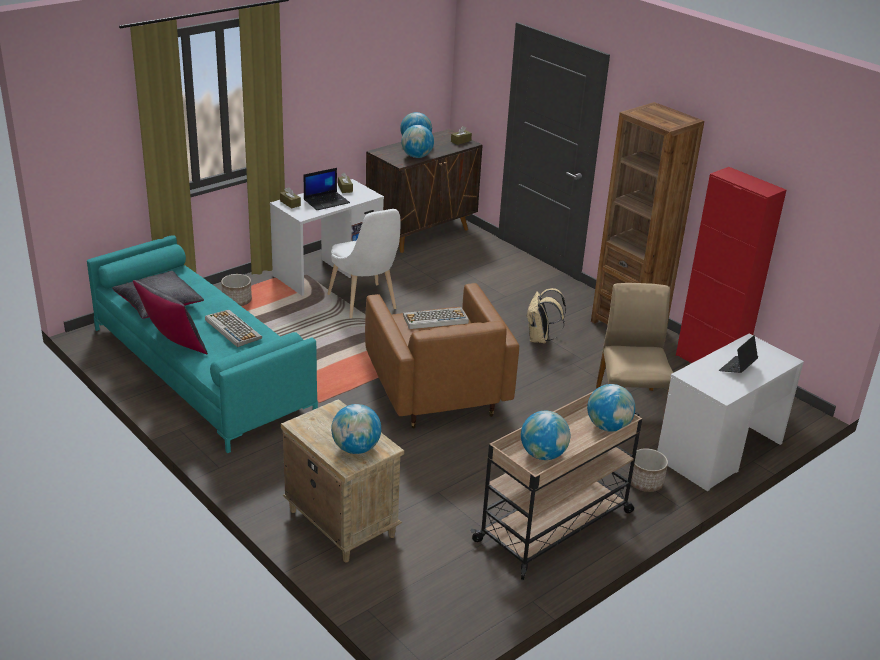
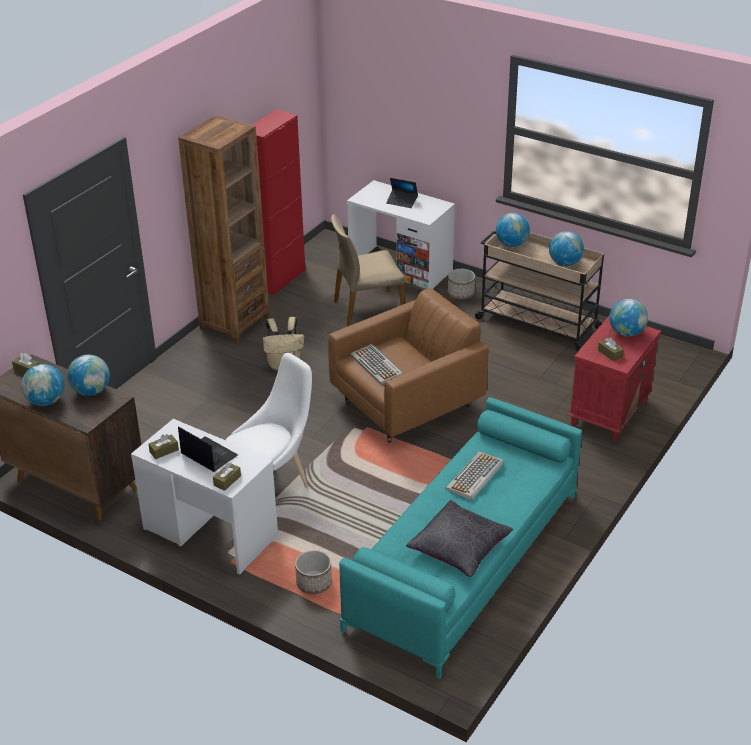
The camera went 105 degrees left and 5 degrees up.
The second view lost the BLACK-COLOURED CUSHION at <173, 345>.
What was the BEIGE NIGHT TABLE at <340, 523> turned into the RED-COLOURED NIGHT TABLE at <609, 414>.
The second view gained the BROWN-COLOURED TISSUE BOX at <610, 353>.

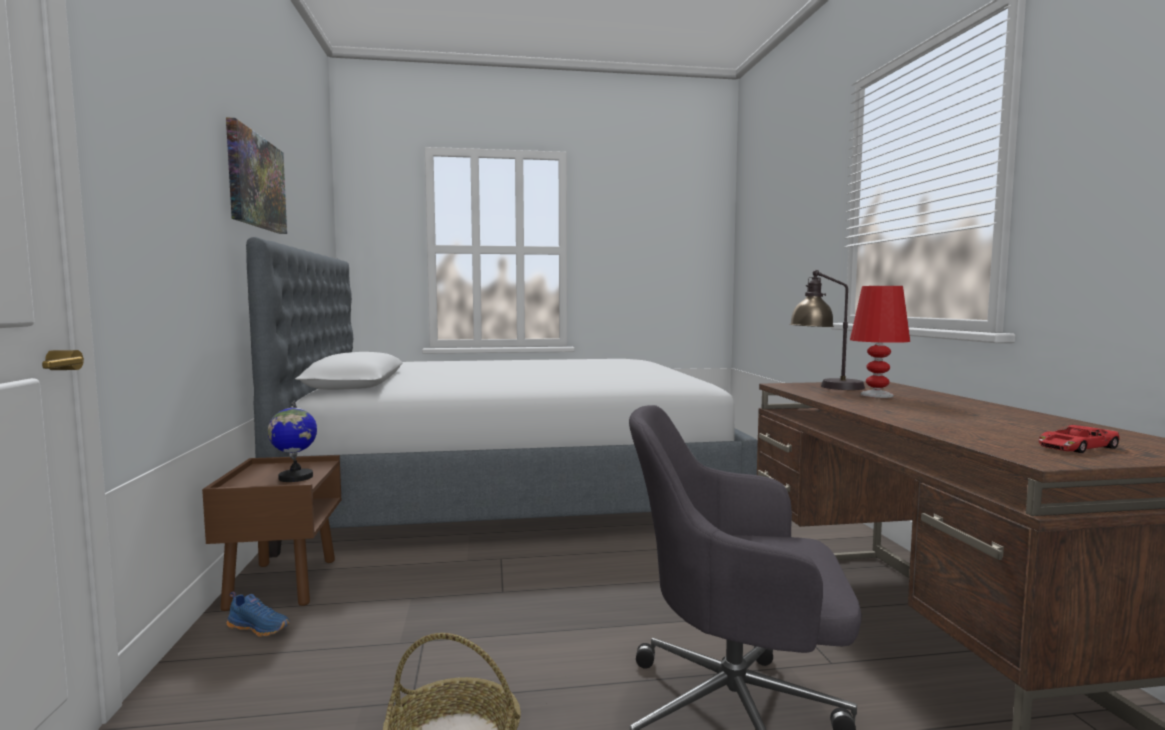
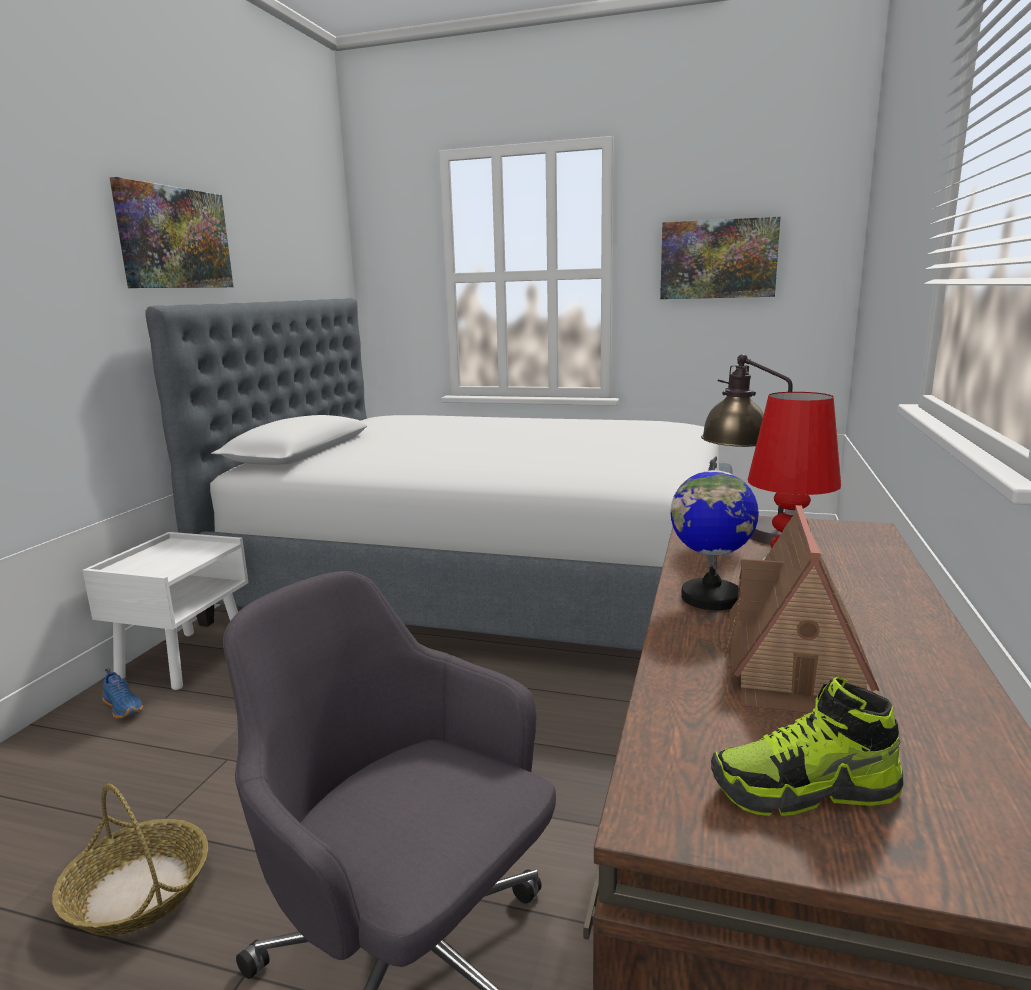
The camera went 25 degrees right and 10 degrees up.
The GLOBE ended up elsewhere, having gone from <295, 477> to <710, 598>.
Where the RED-COLOURED TOY CAR stood at <1076, 447>, the SHOE came to stand at <805, 790>.
What was the BROWN-COLOURED NIGHT TABLE at <282, 583> turned into the WHITE-COLOURED NIGHT TABLE at <184, 659>.
The second view gained the WALL PICTURE at <718, 259>.
The second view gained the MINIATURE HOUSE at <795, 667>.

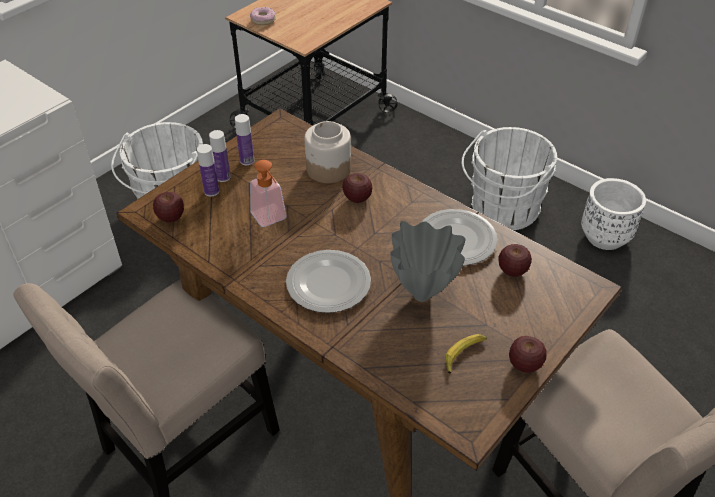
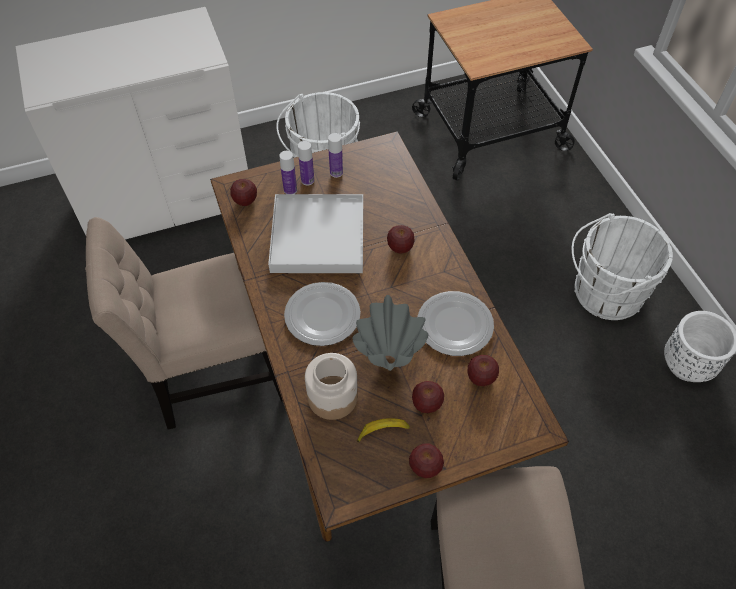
The camera went 30 degrees right and 10 degrees up.
The second view lost the DOUGHNUT at <263, 20>.
The PRESERVE JAR ended up elsewhere, having gone from <328, 169> to <332, 396>.
Where the SOAP DISPENSER stood at <271, 219>, the WHITE-COLOURED CARRYING TRAY came to stand at <318, 237>.
The second view gained the APPLE at <427, 404>.

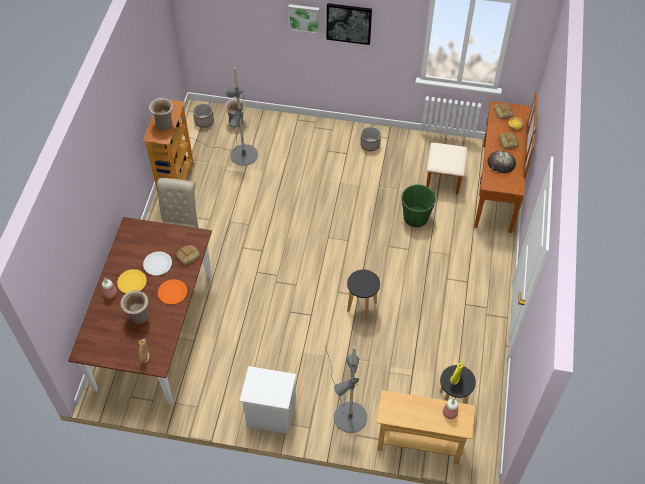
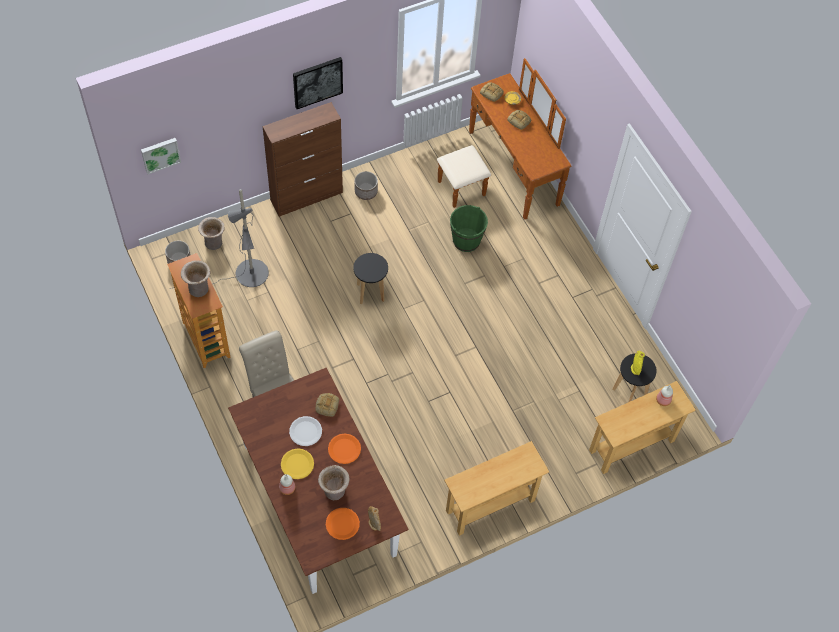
The camera went 40 degrees left and 5 degrees up.
The WALL PICTURE ended up elsewhere, having gone from <304, 17> to <160, 154>.
The second view lost the BAKERY BREAD at <501, 163>.
The BLACK-COLOURED STOOL SEAT ended up elsewhere, having gone from <362, 307> to <370, 293>.
The second view lost the GREY FLOOR LAMP at <347, 410>.
Where the WHITE-COLOURED NIGHT TABLE stood at <270, 415>, the BEIGE NARROW TABLE came to stand at <490, 505>.
The second view gained the BROWN-COLOURED CUPBOARD at <307, 196>.
The second view gained the ORANGEY DINNER PLATE at <342, 524>.

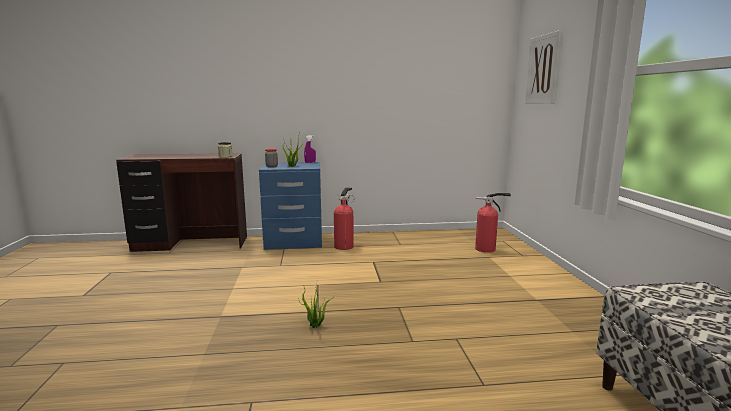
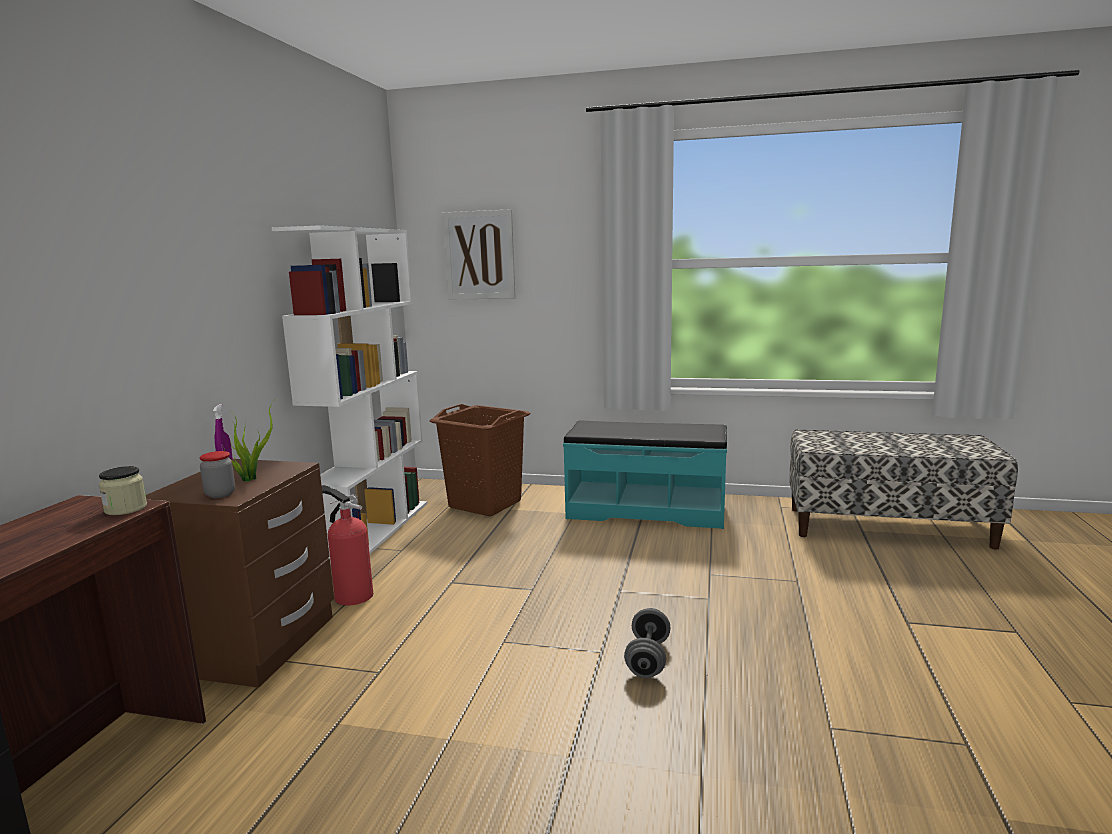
The camera went 70 degrees left and 0 degrees up.
What was the BLUE NIGHT TABLE at <294, 242> turned into the BROWN-COLOURED NIGHT TABLE at <258, 645>.
Where the FIRE EXTINGUISHER stood at <487, 249>, the BROWN-COLOURED HAMPER came to stand at <485, 504>.
Where the POTTED PLANT stood at <315, 326>, the GREY HAND WEIGHT came to stand at <648, 659>.
The second view gained the WHITE-COLOURED BOOKSHELF at <374, 530>.
The second view gained the TURQUOISE BENCH at <646, 510>.

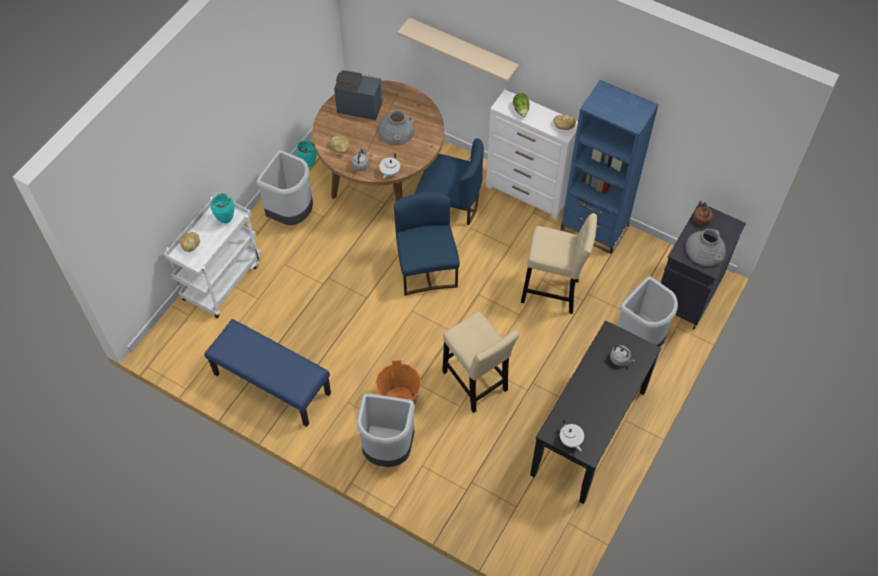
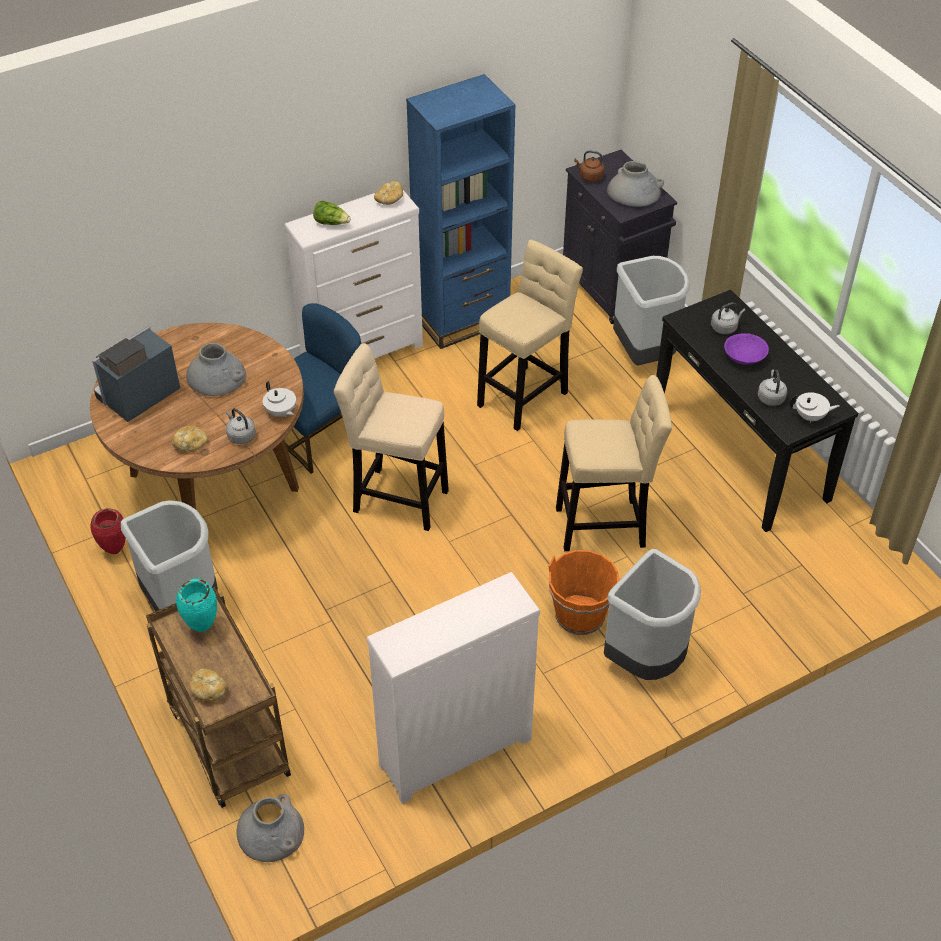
The camera went 60 degrees left and 10 degrees down.
The second view lost the BEIGE SHELF at <463, 50>.
What was the TURQUOISE DECORATIVE VASE at <308, 165> turned into the RED-COLOURED DECORATIVE VASE at <115, 550>.
Where the BLUE UPRIGHT CHAIR stood at <426, 269>, the BEIGE STOOL SEAT came to stand at <396, 498>.
What was the WHITE-COLOURED CART at <222, 280> turned into the BROWN-COLOURED CART at <227, 741>.
Where the BLUE BENCH stood at <271, 384>, the WHITE-COLOURED DRAWER CHEST came to stand at <454, 752>.
The second view gained the PURPLE DEEP DISH at <744, 356>.
The second view gained the GREY TEA KETTLE at <770, 397>.
The second view gained the GREY DECORATIVE VASE at <271, 831>.

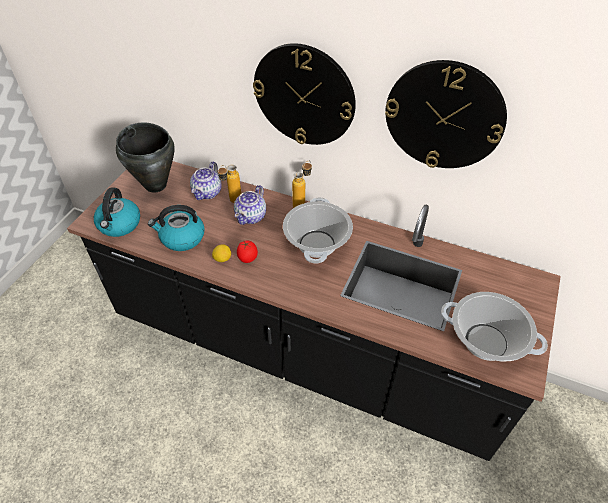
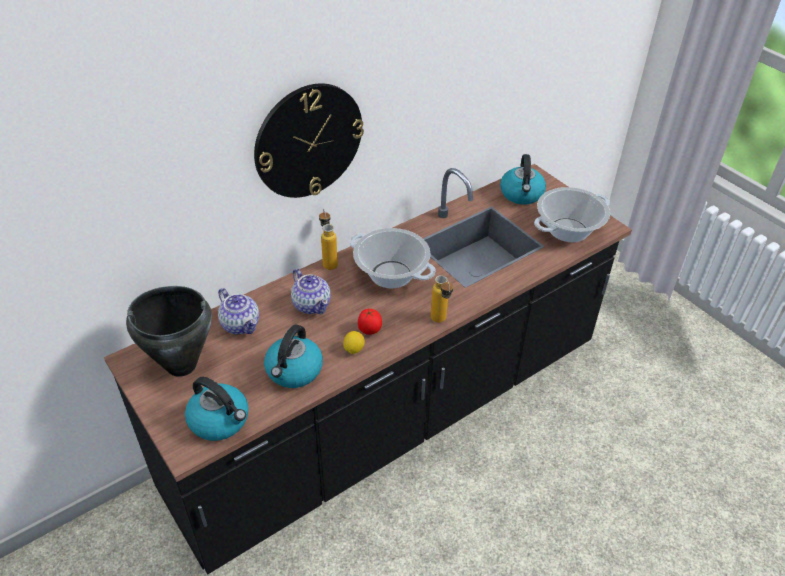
The camera went 60 degrees left and 5 degrees down.
The second view lost the WALL CLOCK at <444, 116>.
The BOTTLE ended up elsewhere, having gone from <232, 202> to <440, 322>.
The second view gained the TEA KETTLE at <522, 194>.

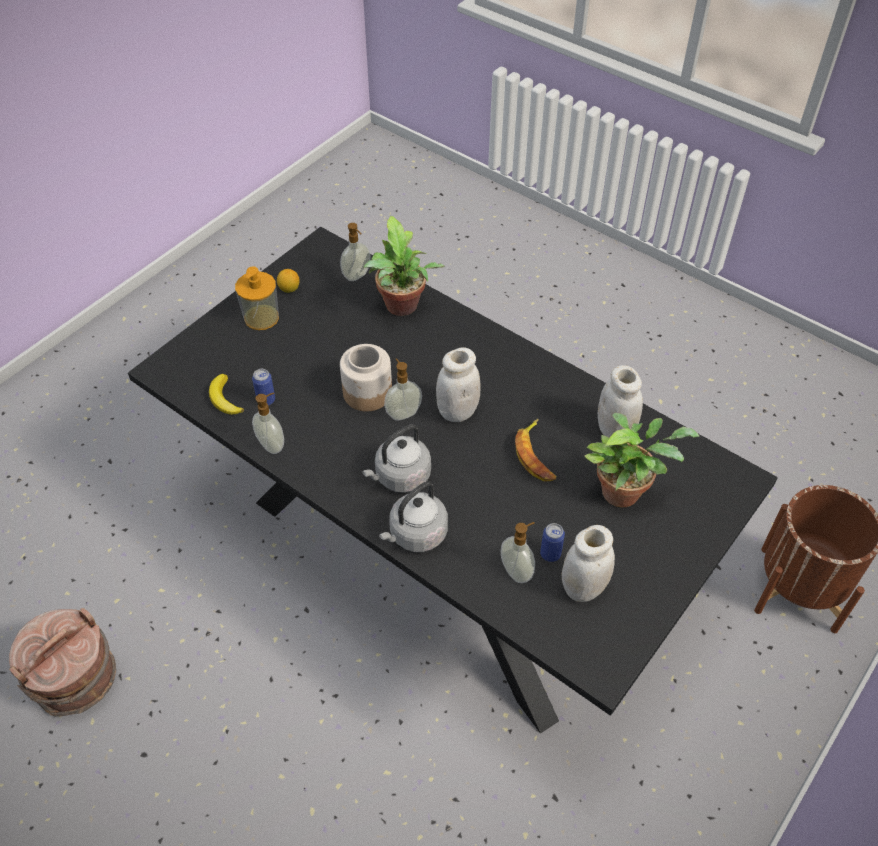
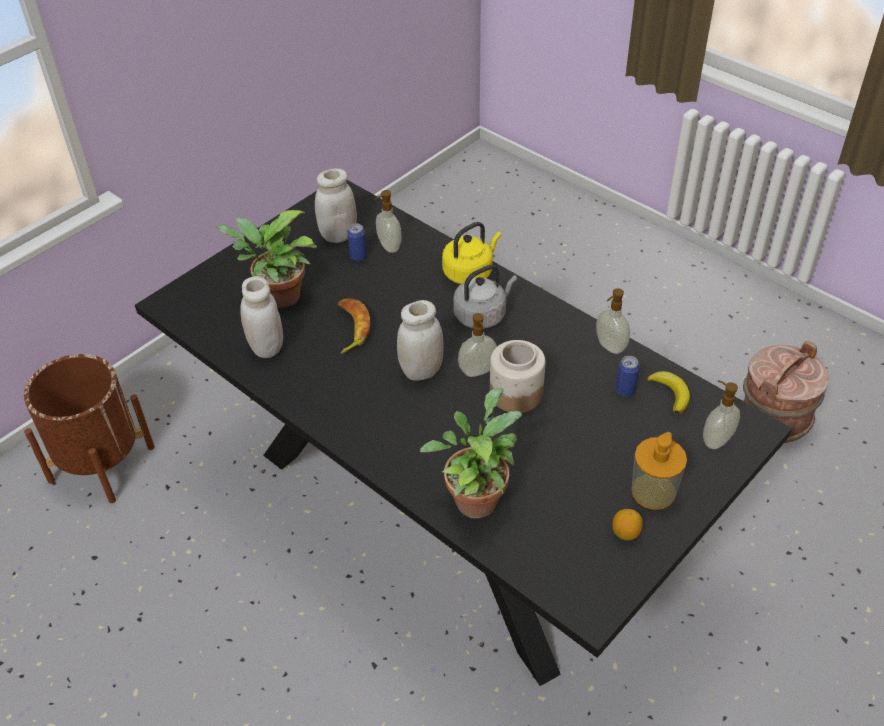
The camera went 175 degrees left and 5 degrees down.
The SOAP DISPENSER ended up elsewhere, having gone from <357, 275> to <716, 440>.
What was the GREY TEA KETTLE at <416, 535> turned into the YELLOW-COLOURED TEA KETTLE at <470, 272>.

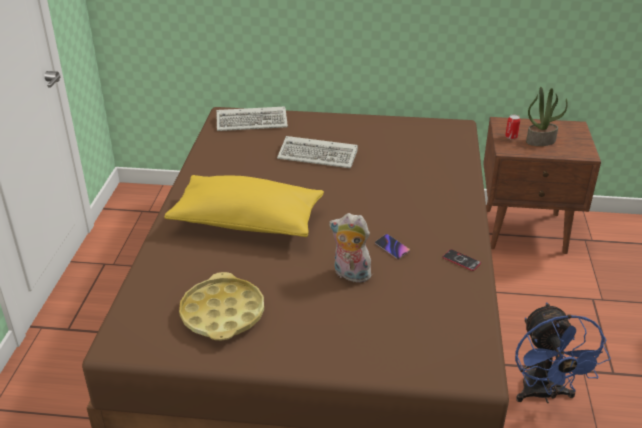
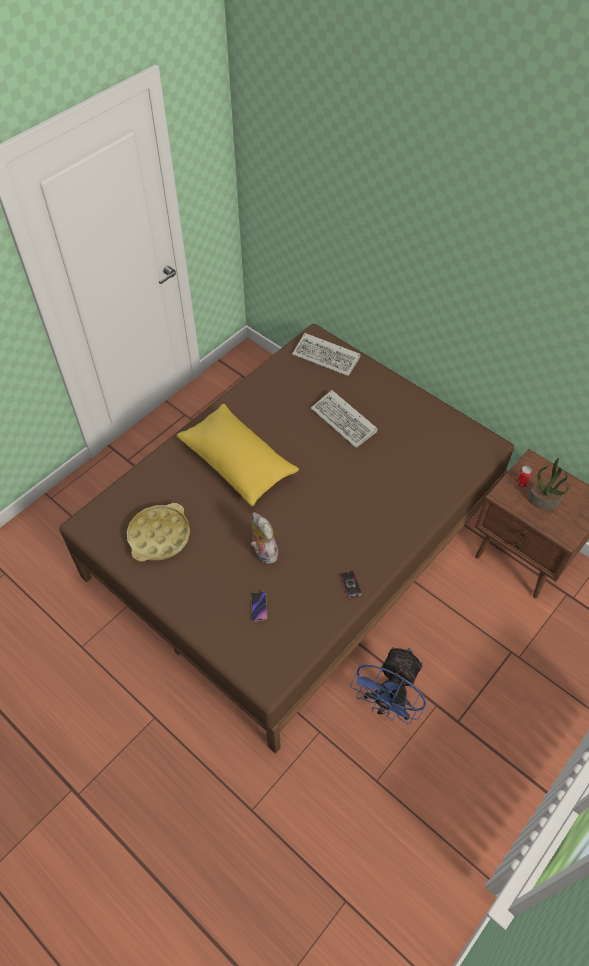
The camera went 35 degrees right and 20 degrees up.
The TELEPHONE ended up elsewhere, having gone from <392, 248> to <259, 607>.

